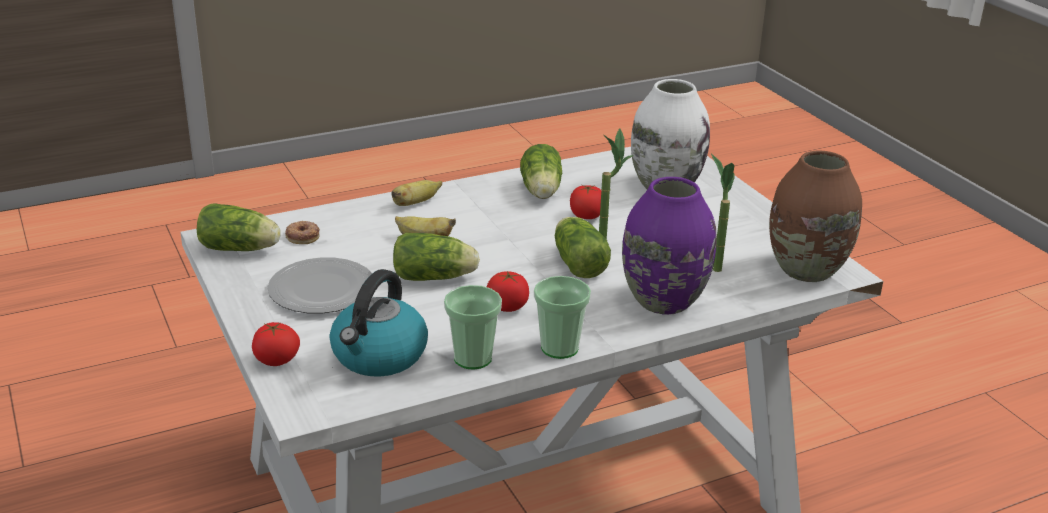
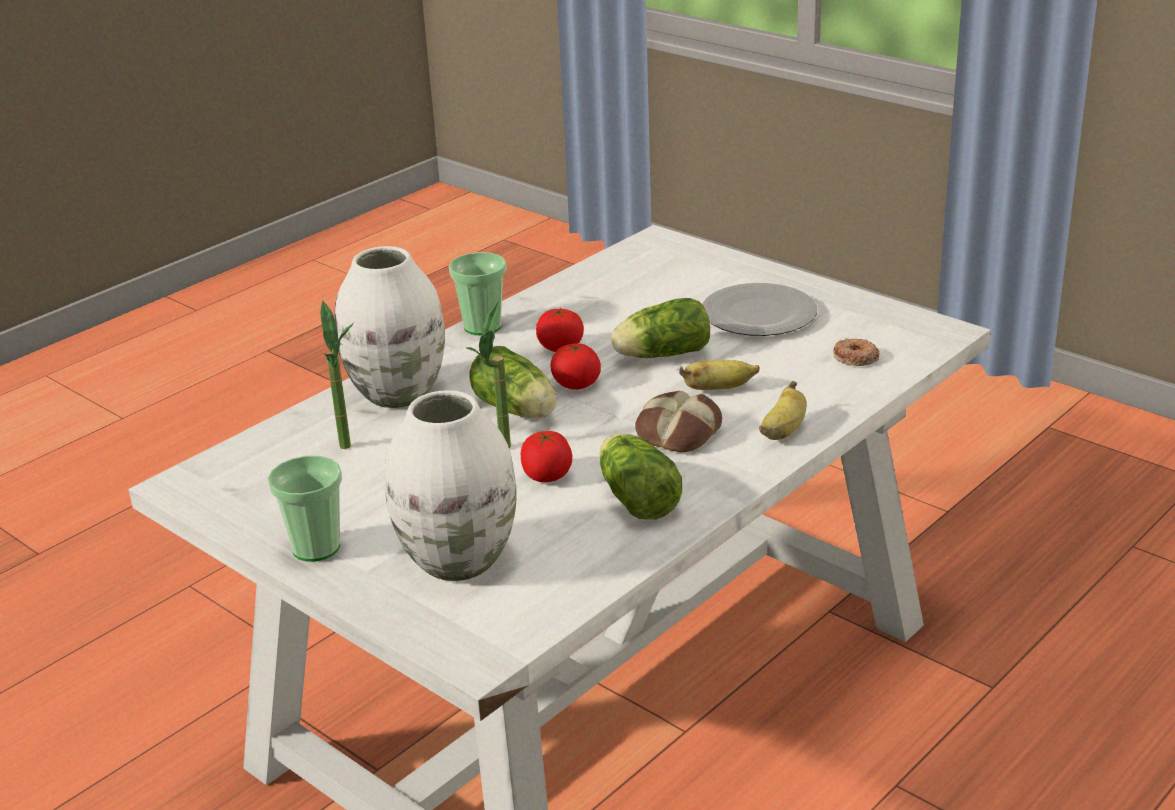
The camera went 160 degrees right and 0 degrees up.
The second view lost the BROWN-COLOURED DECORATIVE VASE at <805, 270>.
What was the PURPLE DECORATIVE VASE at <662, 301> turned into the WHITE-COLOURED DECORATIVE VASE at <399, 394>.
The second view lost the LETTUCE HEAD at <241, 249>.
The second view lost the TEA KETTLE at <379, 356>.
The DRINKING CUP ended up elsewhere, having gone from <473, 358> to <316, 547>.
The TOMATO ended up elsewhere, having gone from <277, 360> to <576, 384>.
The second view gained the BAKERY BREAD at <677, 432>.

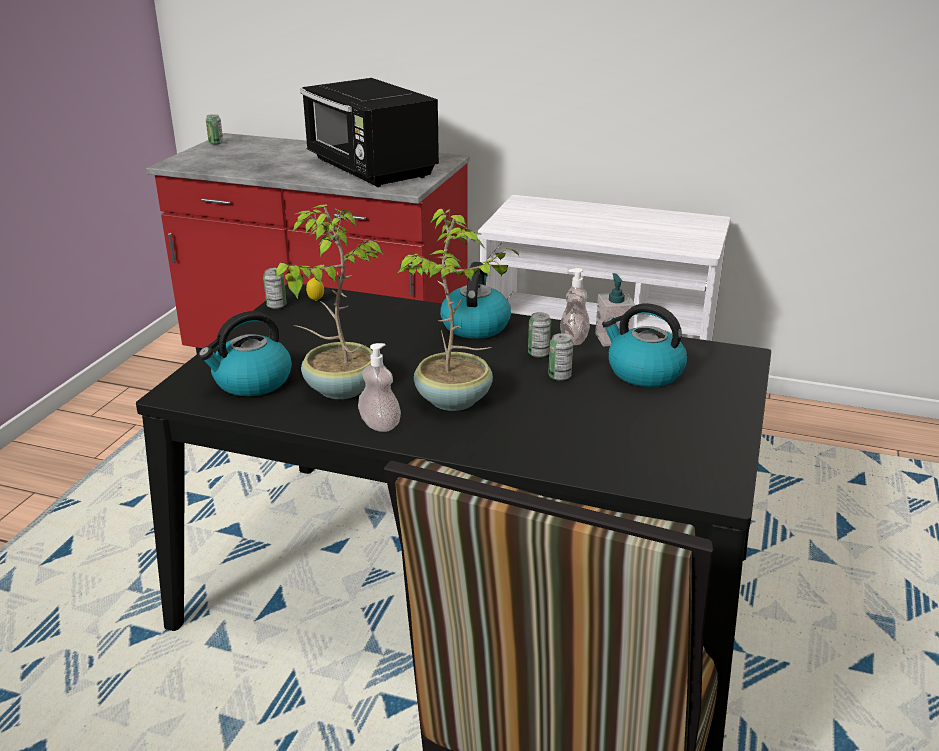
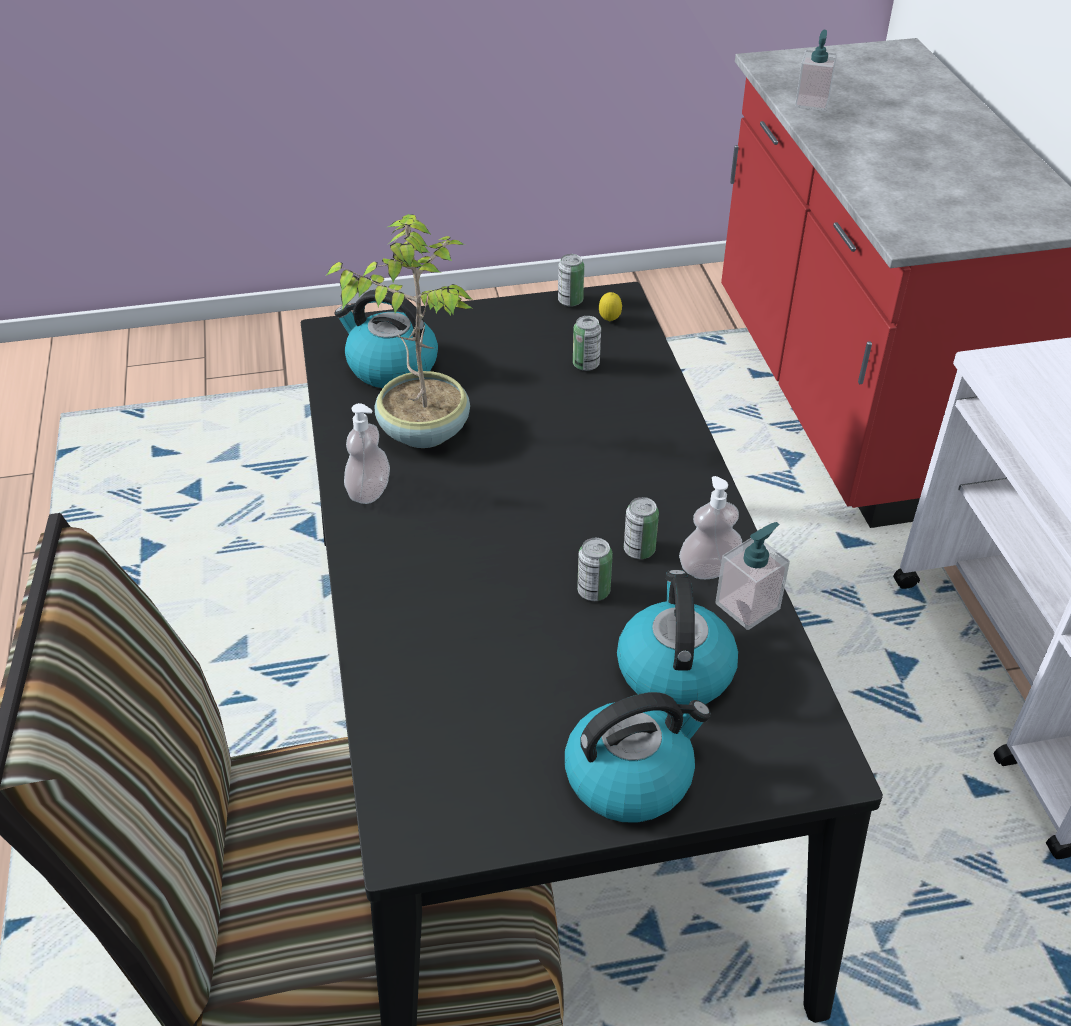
The camera went 60 degrees right and 15 degrees up.
The second view lost the BLACK-COLOURED MICROWAVE OVEN at <371, 170>.
The METAL CAN ended up elsewhere, having gone from <216, 143> to <586, 364>.
The second view lost the POTTED PLANT at <454, 400>.
The TEA KETTLE ended up elsewhere, having gone from <475, 326> to <630, 776>.
The second view gained the SOAP DISPENSER at <812, 102>.

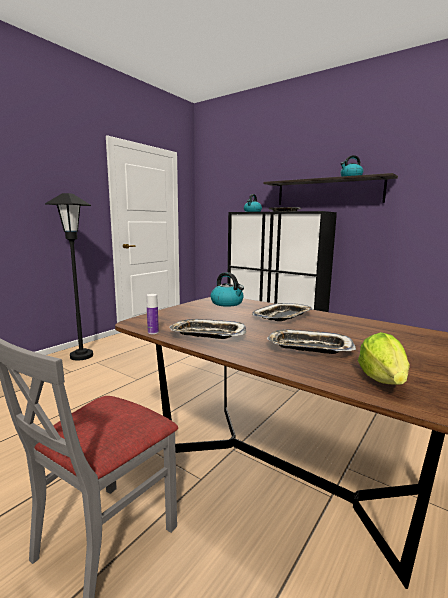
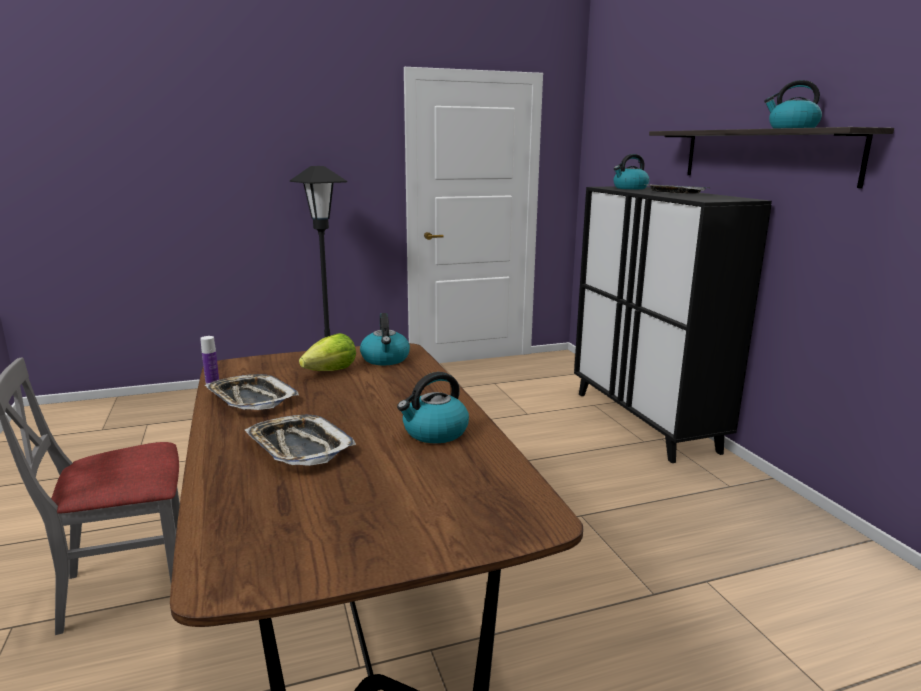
The camera went 35 degrees right and 5 degrees up.
The second view lost the CARRYING TRAY at <282, 316>.
The LETTUCE HEAD ended up elsewhere, having gone from <383, 380> to <331, 371>.
The second view gained the TEA KETTLE at <434, 432>.

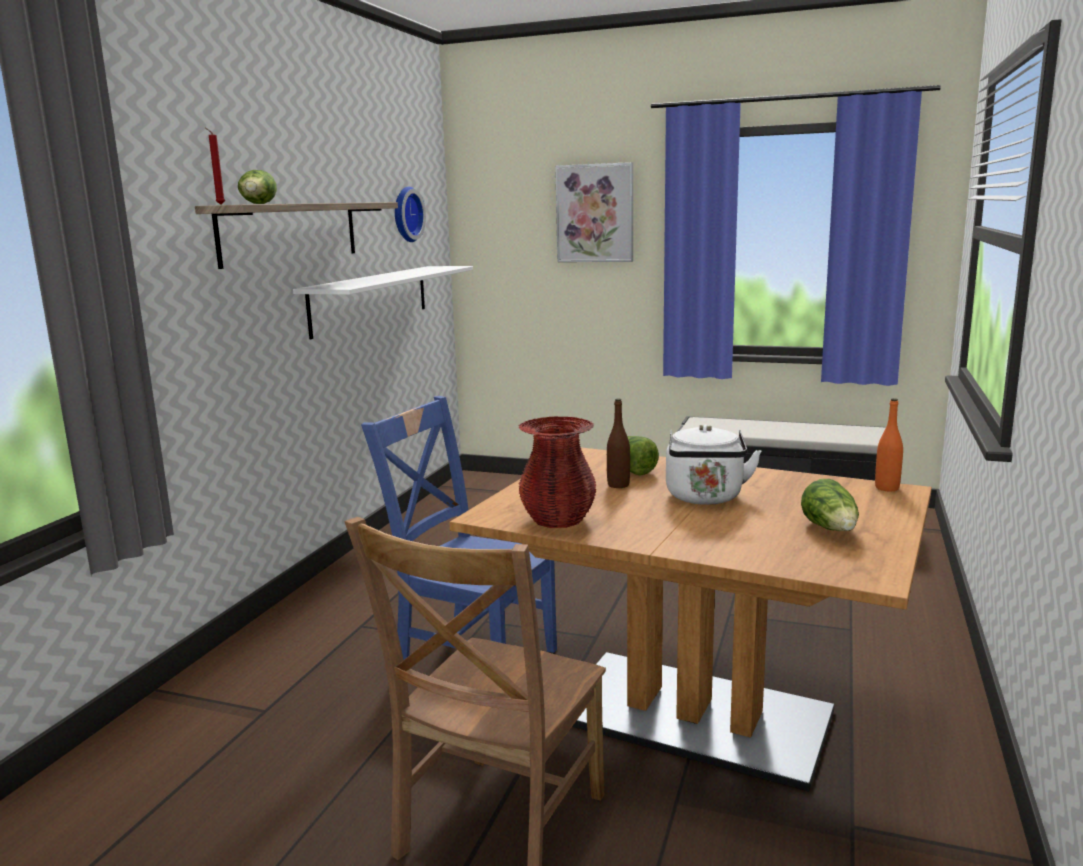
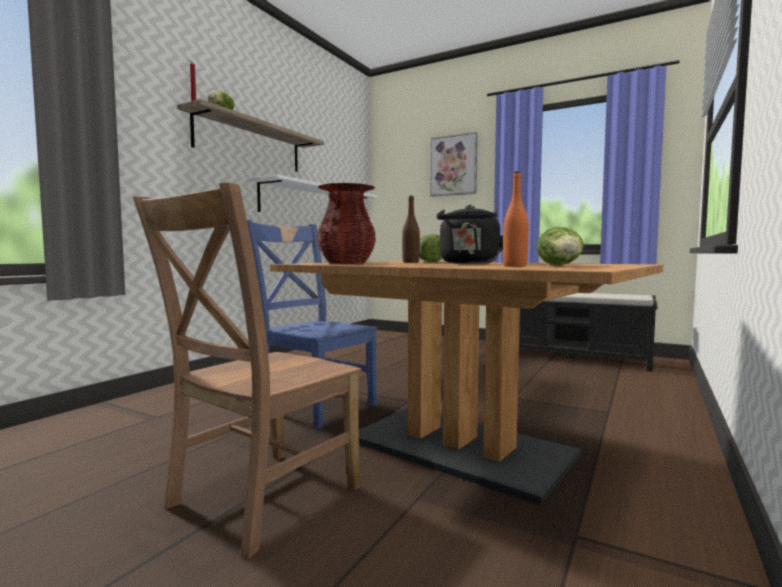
The camera went 10 degrees right and 10 degrees down.
The second view lost the WALL CLOCK at <405, 214>.
The ORANGEY BOTTLE ended up elsewhere, having gone from <887, 488> to <514, 266>.
What was the WHITE-COLOURED TEA KETTLE at <705, 498> turned into the BLACK-COLOURED TEA KETTLE at <469, 263>.

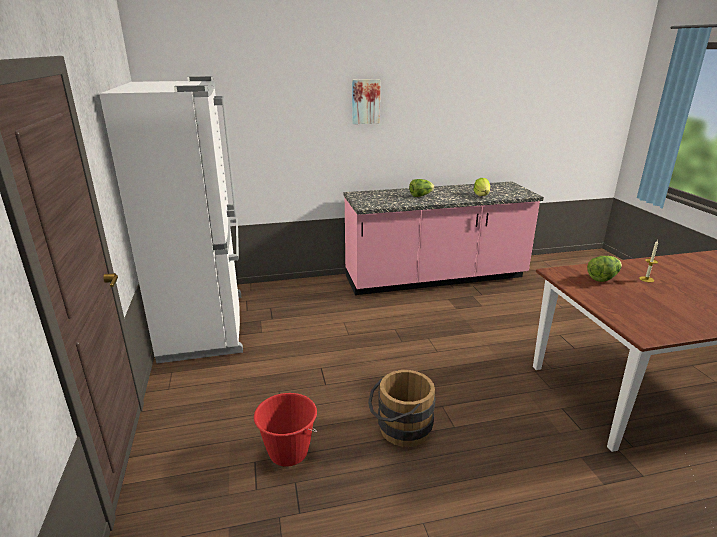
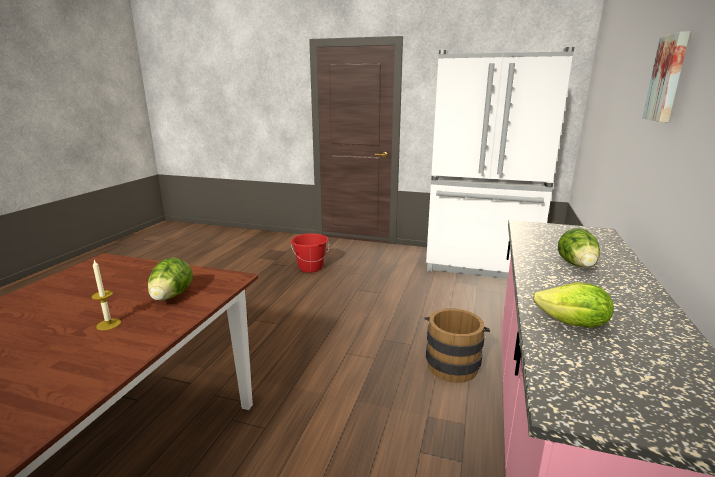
The camera went 120 degrees right and 5 degrees down.
The BROWN-COLOURED WATER BUCKET ended up elsewhere, having gone from <399, 429> to <453, 363>.

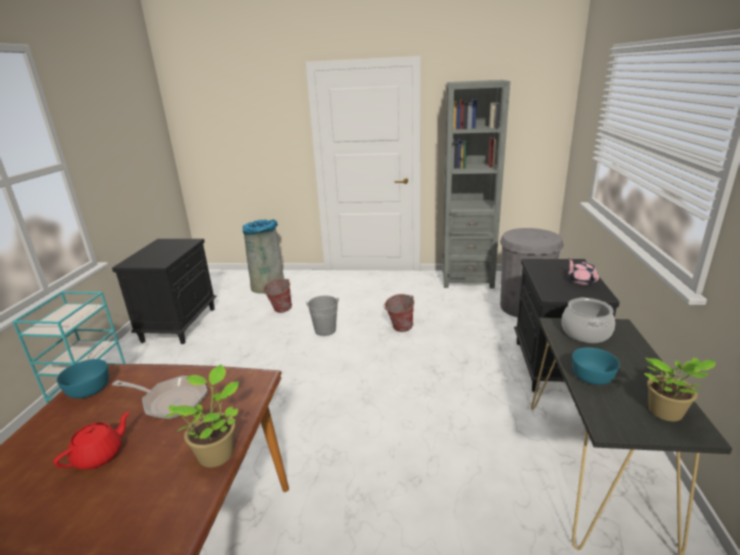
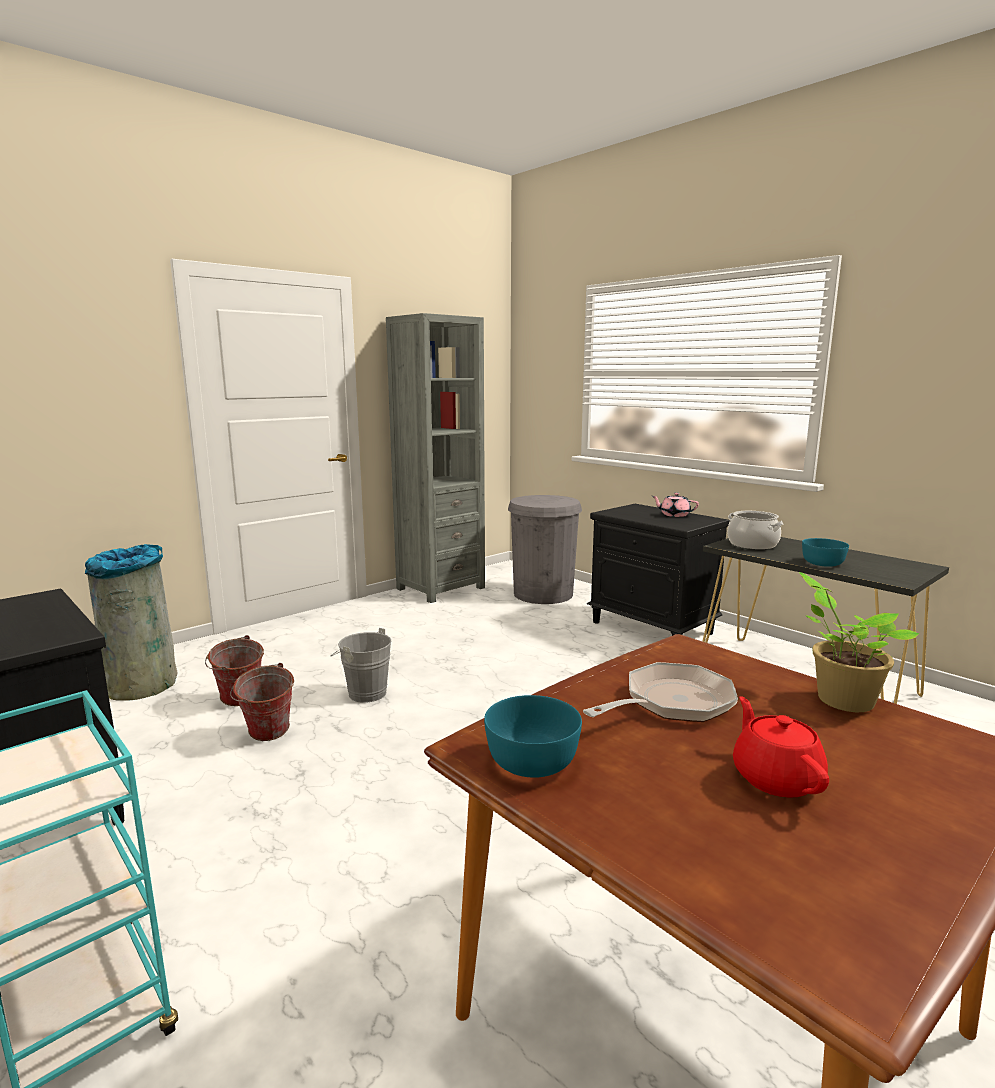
The camera went 50 degrees left and 10 degrees down.
The WATER BUCKET ended up elsewhere, having gone from <399, 329> to <267, 736>.
The second view lost the POTTED PLANT at <667, 413>.

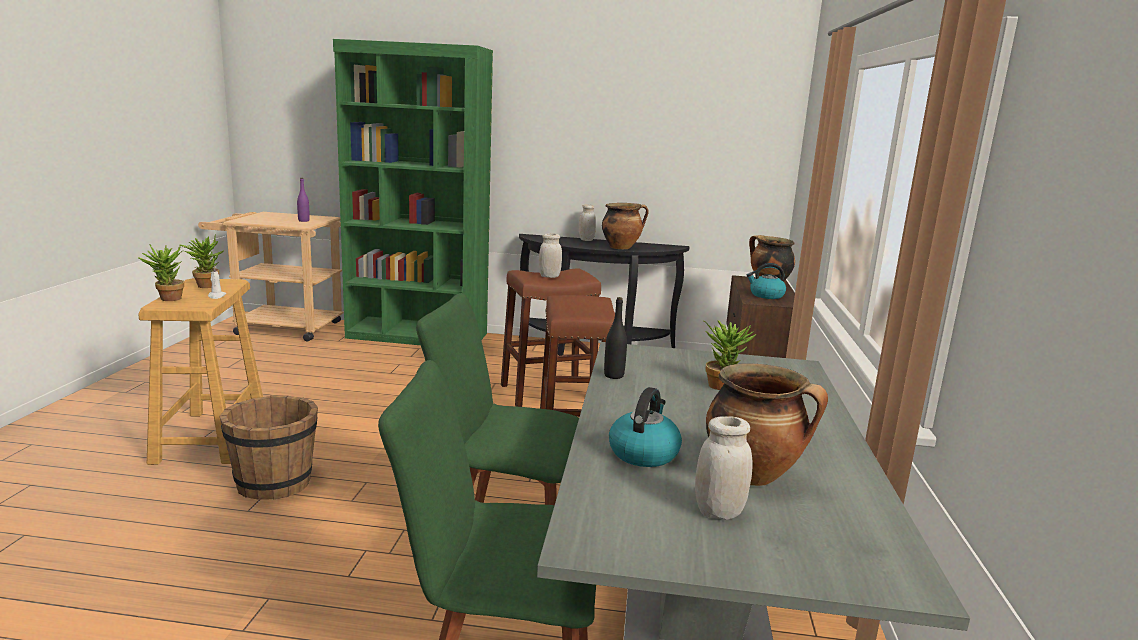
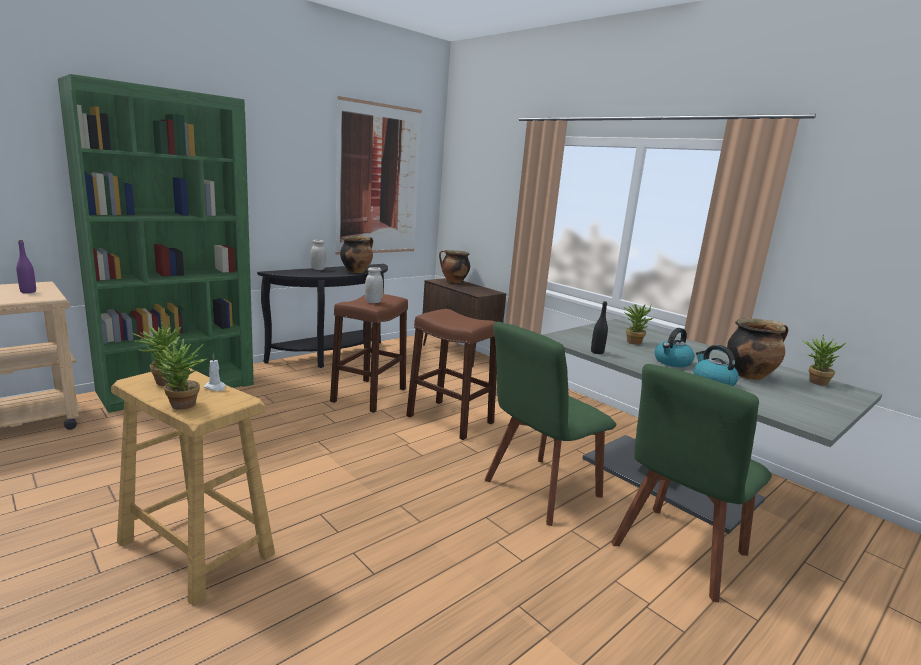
The camera went 50 degrees left and 0 degrees up.
The TEA KETTLE ended up elsewhere, having gone from <766, 295> to <672, 362>.
The second view lost the BROWN-COLOURED WATER BUCKET at <274, 483>.
The second view lost the WHITE-COLOURED PRESERVE JAR at <719, 512>.
The second view gained the WALL PICTURE at <378, 180>.
The second view gained the POTTED PLANT at <814, 381>.

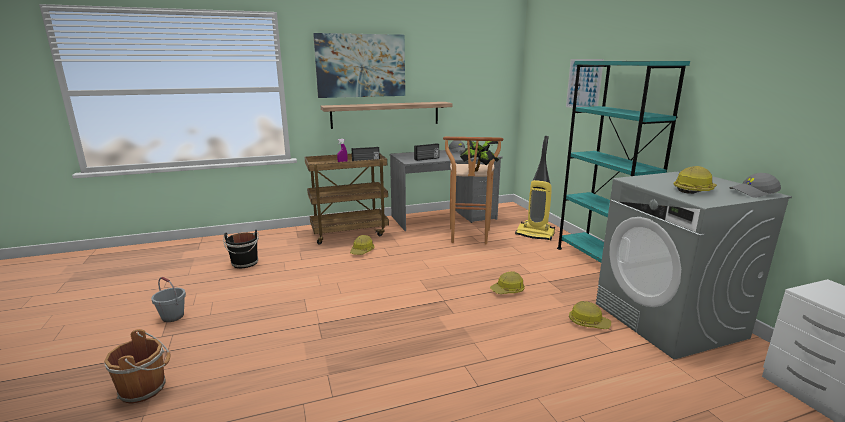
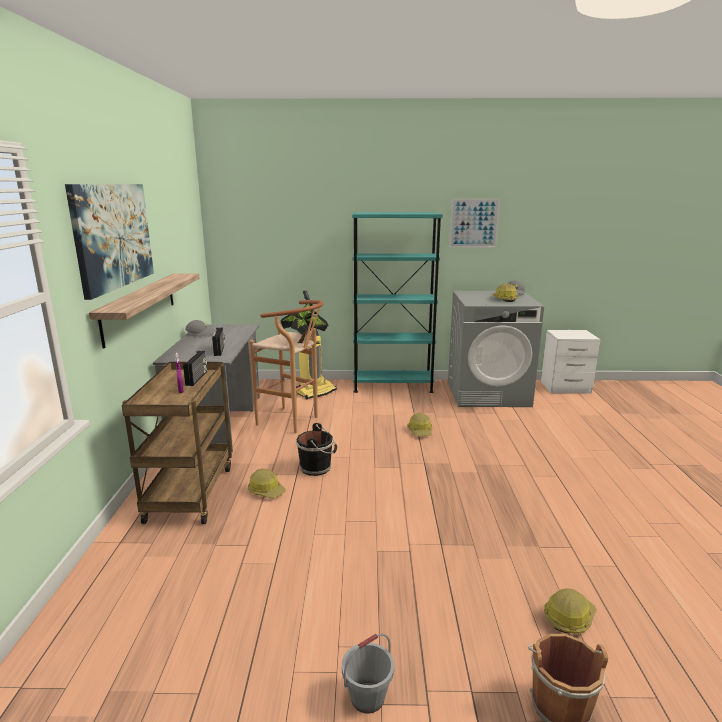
The camera went 70 degrees left and 0 degrees up.
The WALL PICTURE ended up elsewhere, having gone from <583, 84> to <474, 223>.
The BLACK-COLOURED WATER BUCKET ended up elsewhere, having gone from <245, 263> to <317, 468>.
The SAFETY HELMET ended up elsewhere, having gone from <588, 322> to <568, 617>.

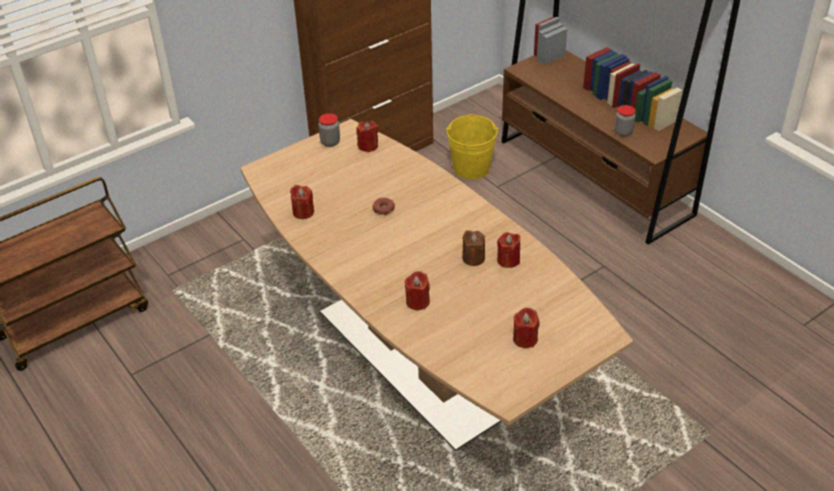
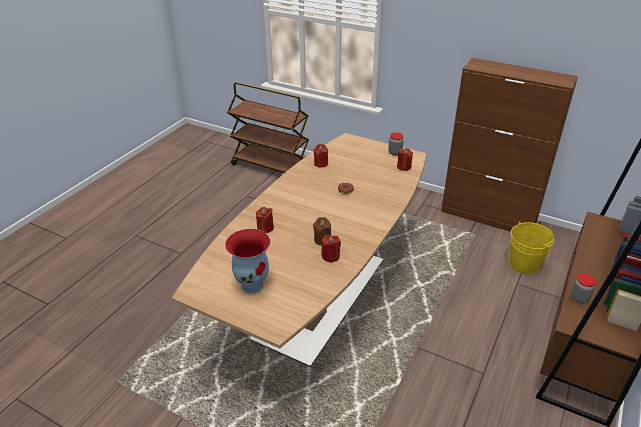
The camera went 65 degrees right and 5 degrees down.
Where the RED-COLOURED CANDLE stood at <525, 339>, the DECORATIVE VASE came to stand at <253, 285>.

